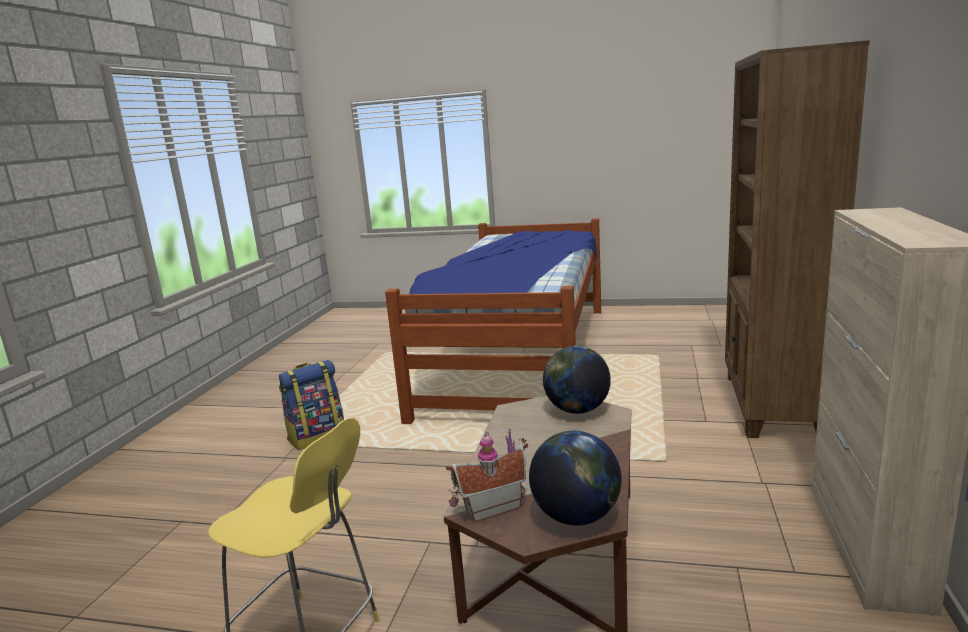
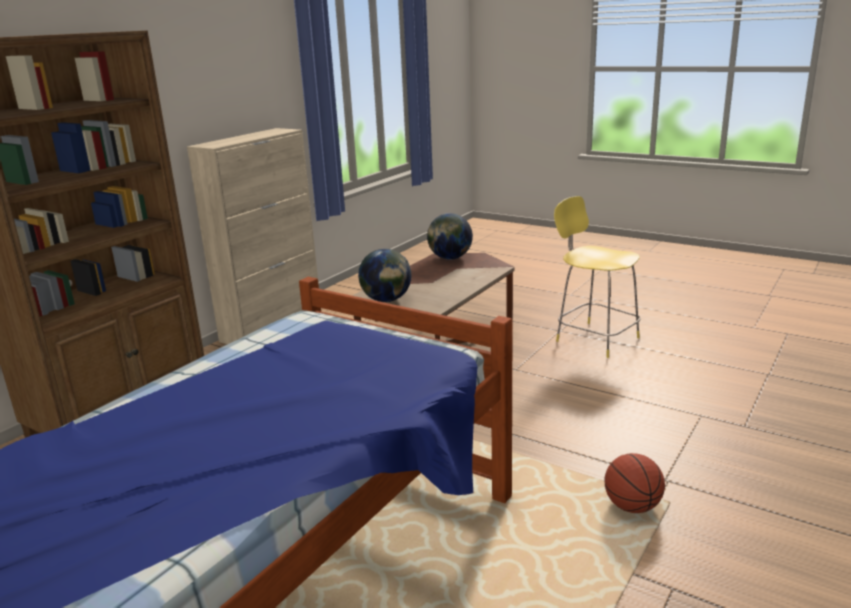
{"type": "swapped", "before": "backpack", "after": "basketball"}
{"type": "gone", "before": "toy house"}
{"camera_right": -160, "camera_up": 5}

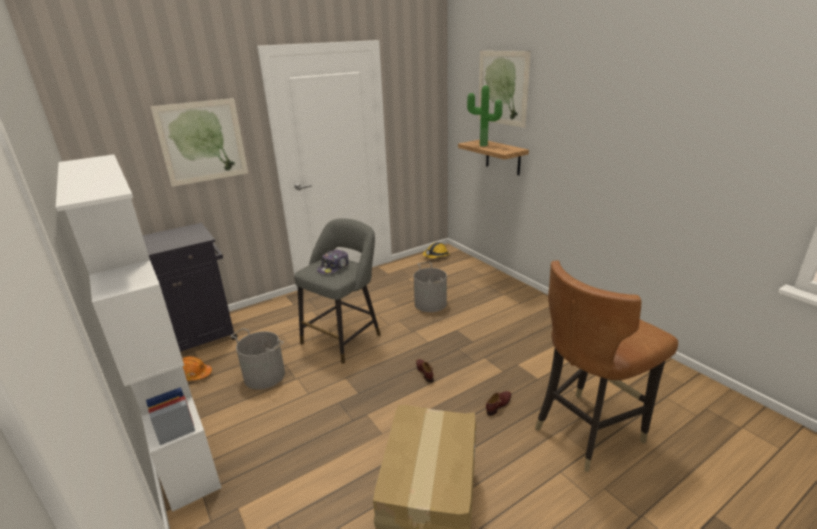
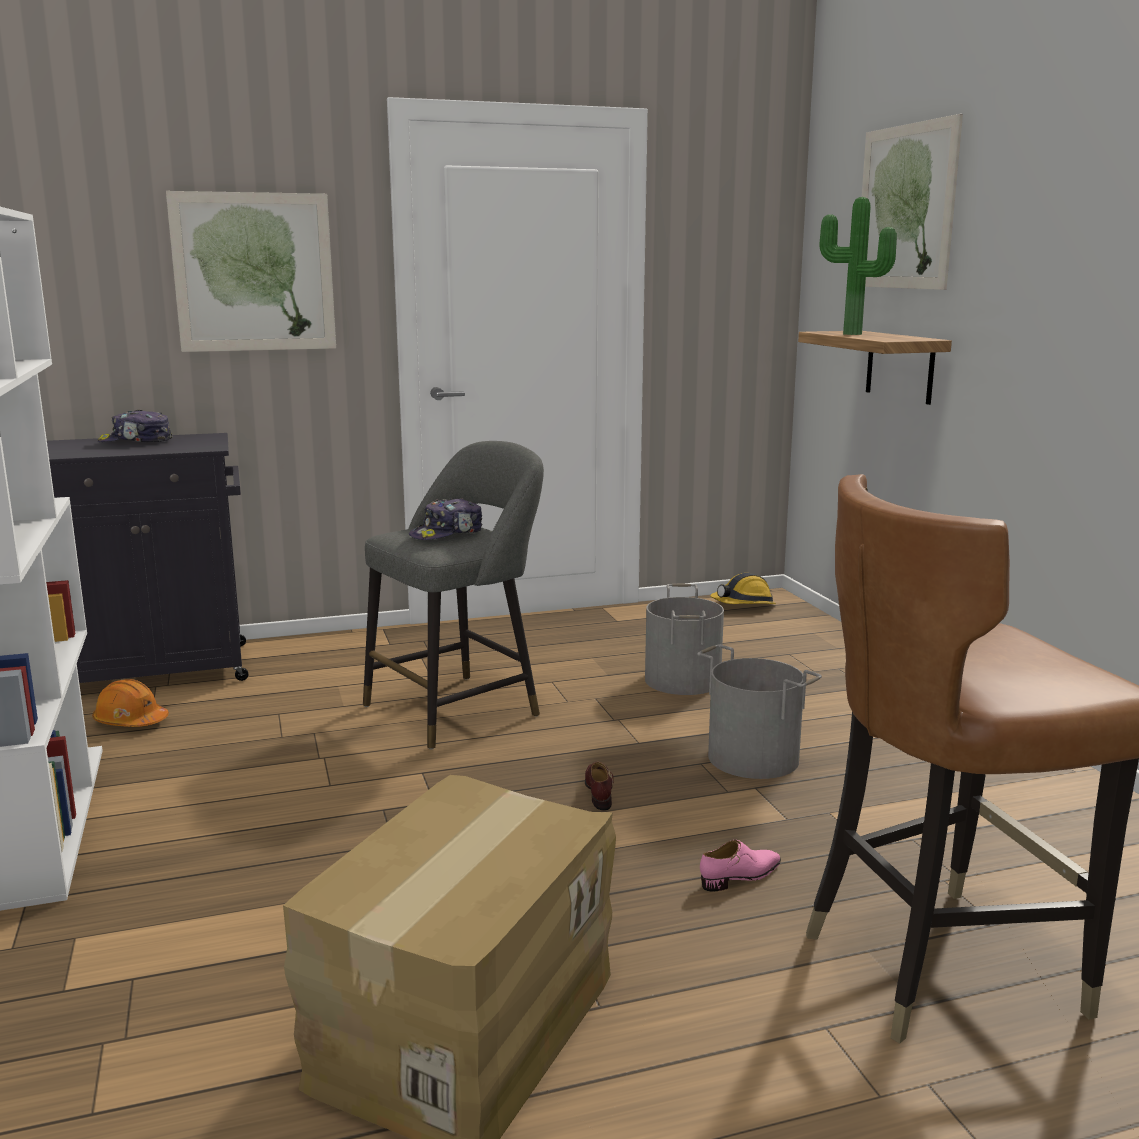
{"type": "new", "after": "cap (no. 1 from left)"}
{"type": "shifted", "before": "grey bucket (no. 1 from left in the first image)", "after": "grey bucket (no. 2 from left)"}
{"type": "repainted", "before": "brown shoe (no. 2 from left)", "after": "pink shoe"}
{"camera_right": 15, "camera_up": -10}

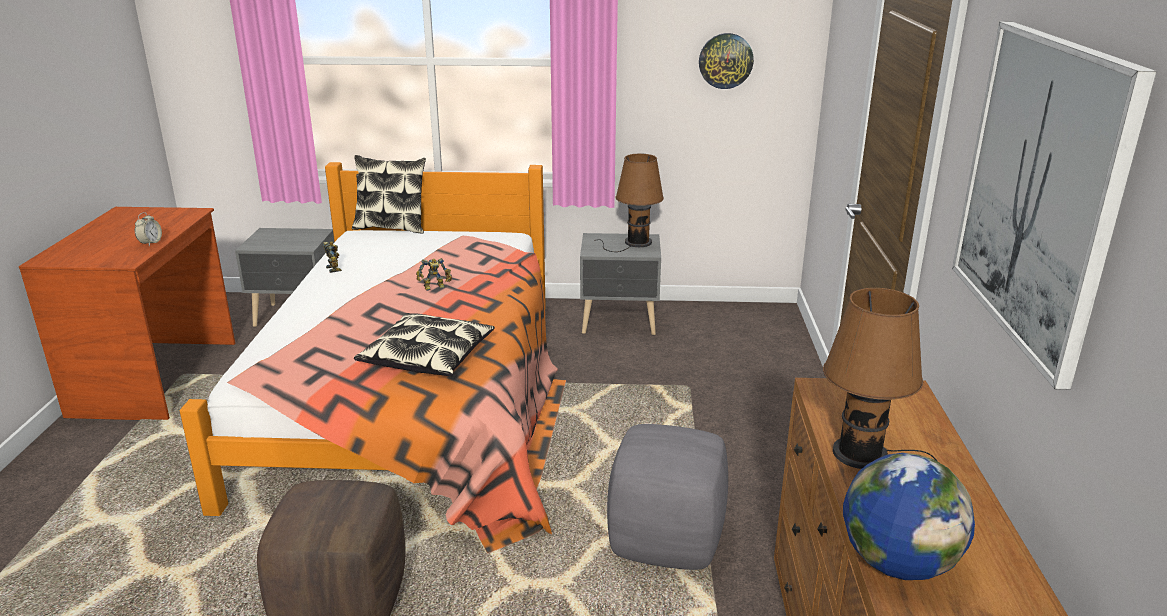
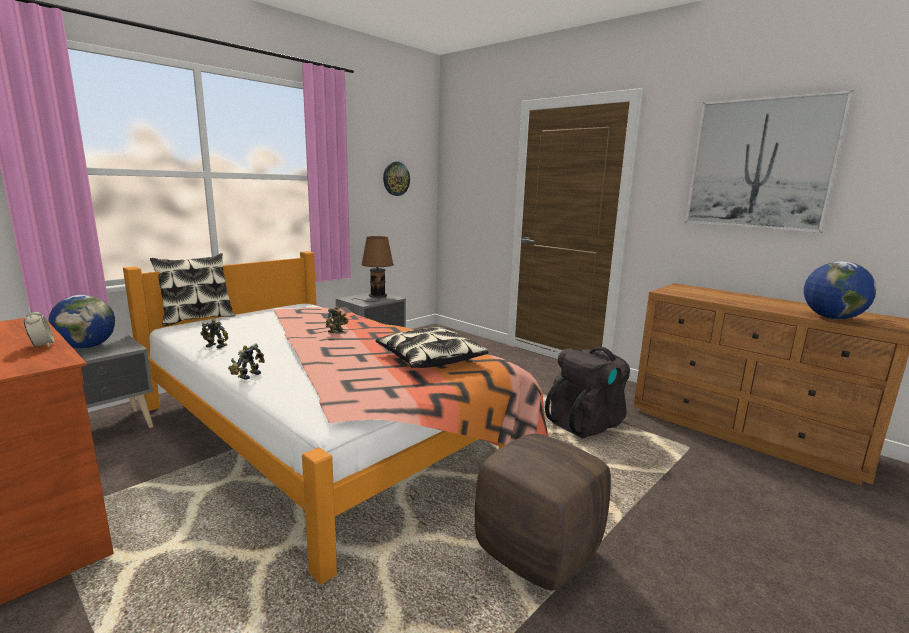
{"type": "new", "after": "globe (no. 1 from left)"}
{"type": "new", "after": "toy robot (no. 2 from left)"}
{"type": "swapped", "before": "grey ottoman", "after": "black backpack"}
{"type": "gone", "before": "brown table lamp (no. 2 from left)"}
{"camera_right": -50, "camera_up": -10}

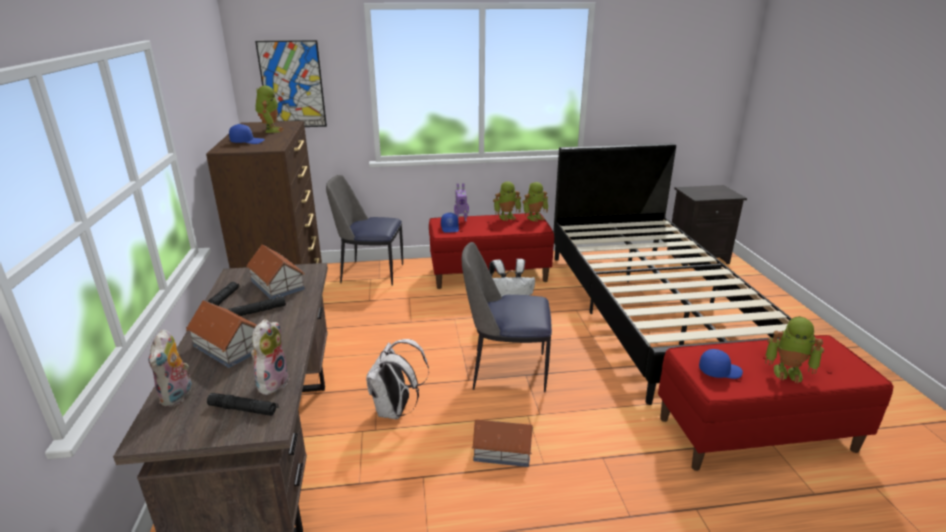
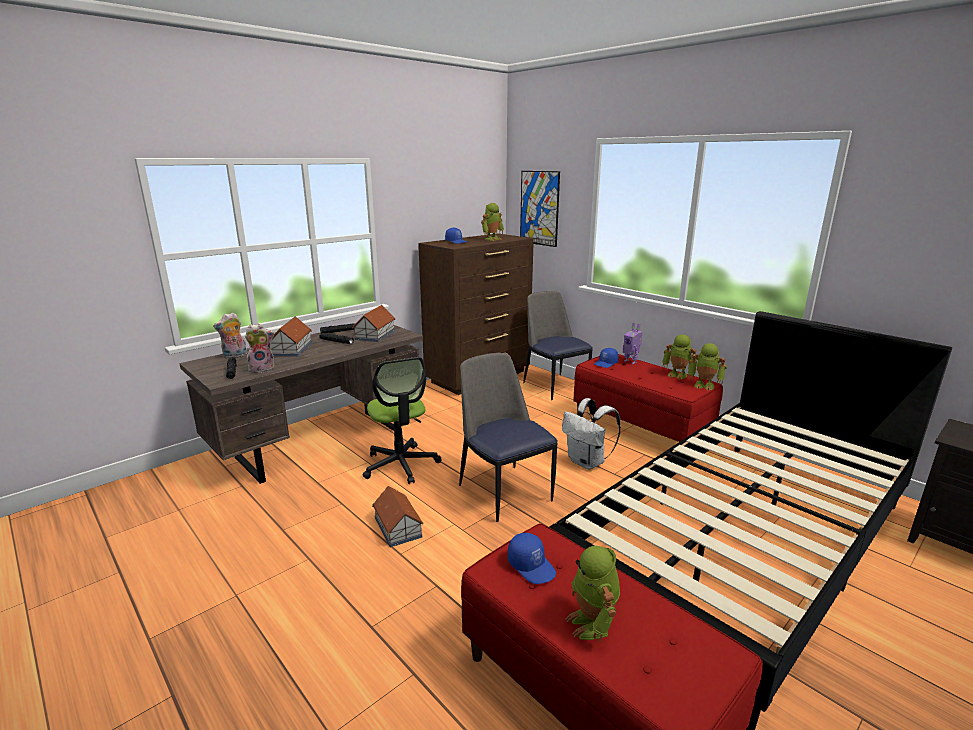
{"type": "swapped", "before": "white backpack (no. 1 from left)", "after": "office chair"}
{"camera_right": 55, "camera_up": -5}

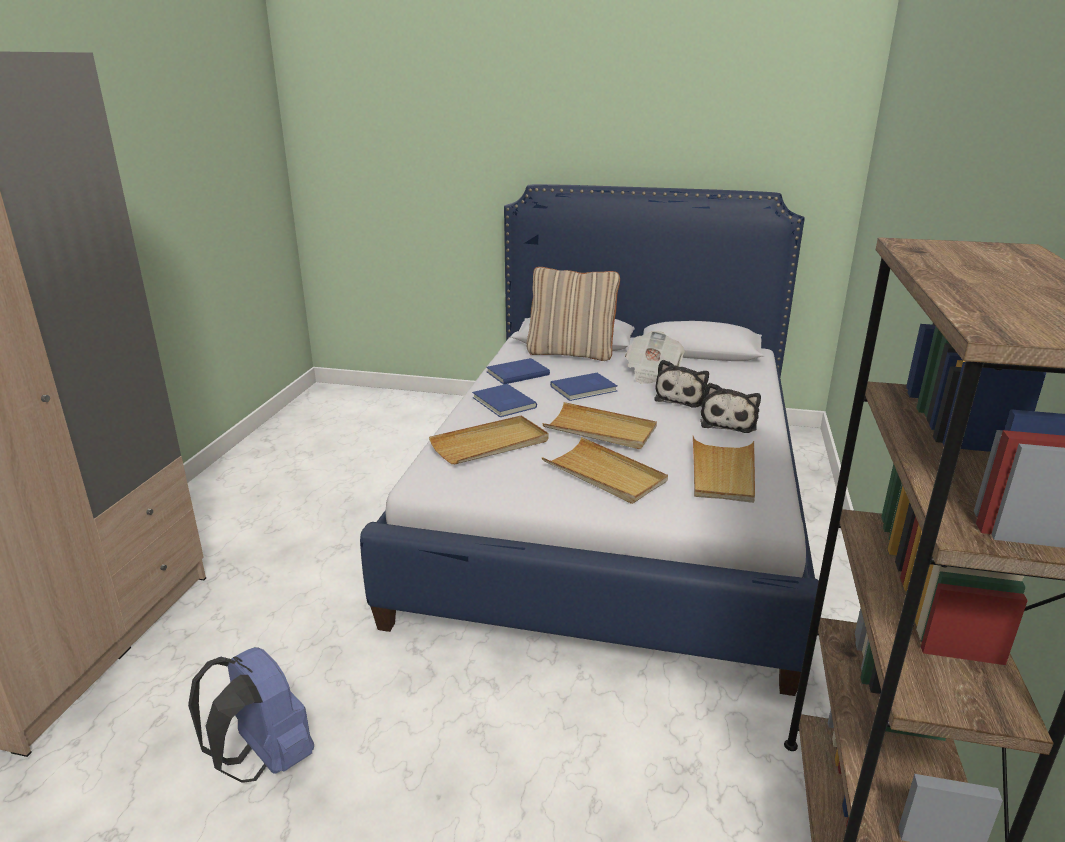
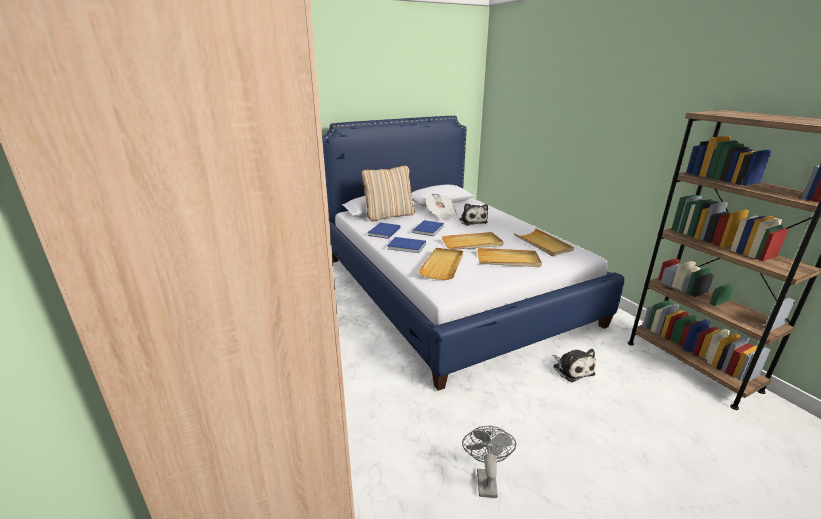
{"type": "swapped", "before": "blue backpack", "after": "grey fan"}
{"type": "shifted", "before": "plush toy (no. 2 from left)"}
{"camera_right": -40, "camera_up": 0}

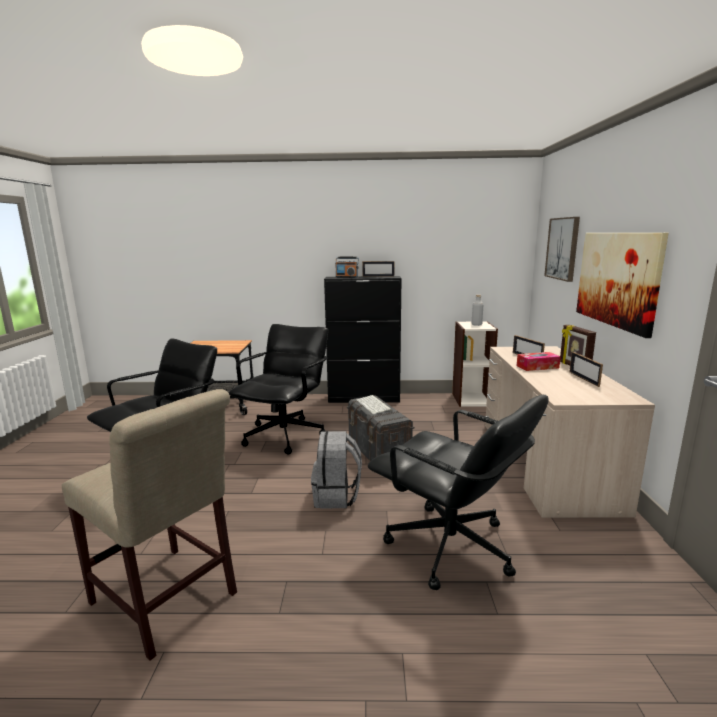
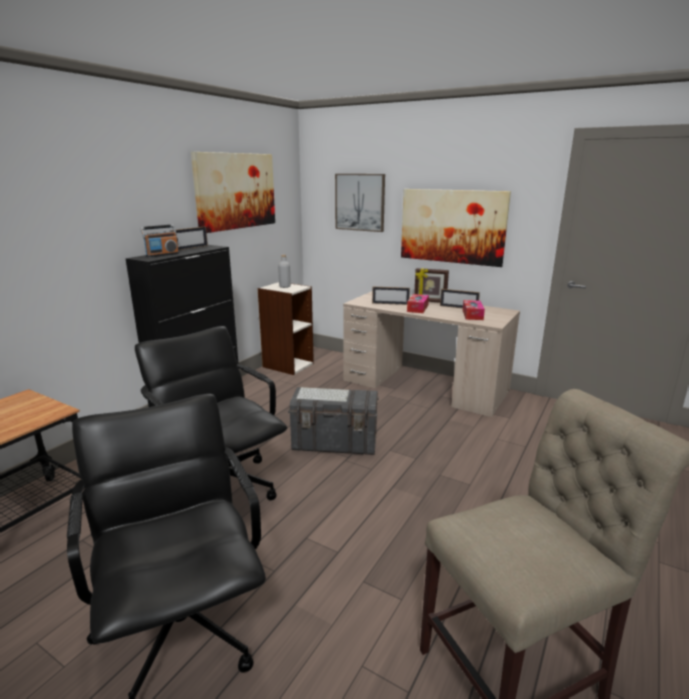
{"type": "new", "after": "picture (no. 1 from left)"}
{"type": "new", "after": "tissue box (no. 2 from left)"}
{"type": "gone", "before": "grey backpack"}
{"type": "gone", "before": "black office chair (no. 3 from left)"}
{"camera_right": -60, "camera_up": 5}

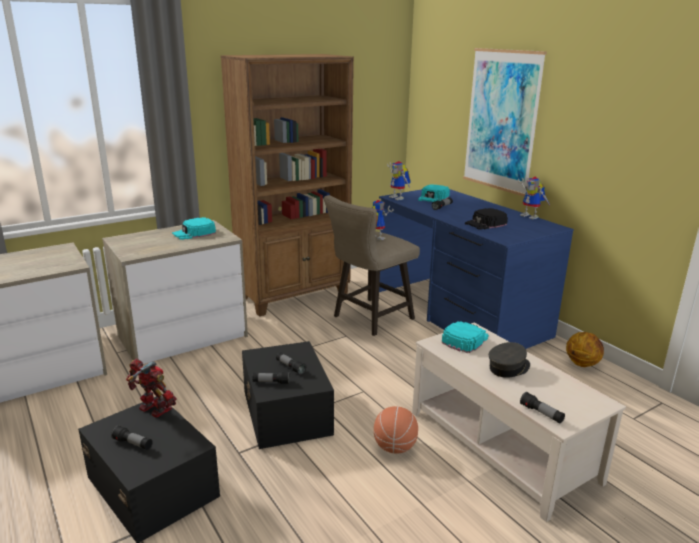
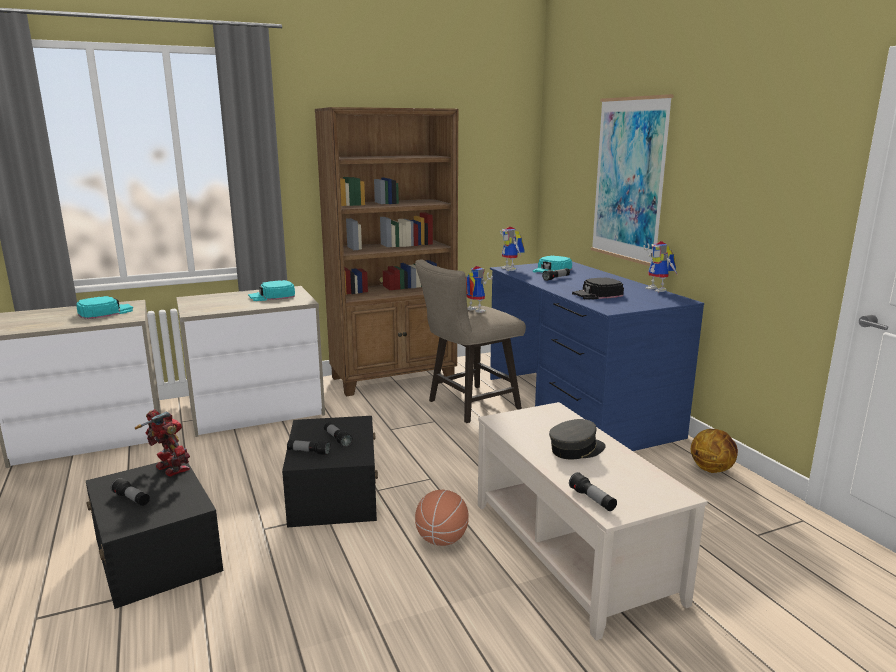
{"type": "shifted", "before": "turquoise cap (no. 3 from left in the first image)", "after": "turquoise cap (no. 1 from left)"}
{"camera_right": 10, "camera_up": -5}

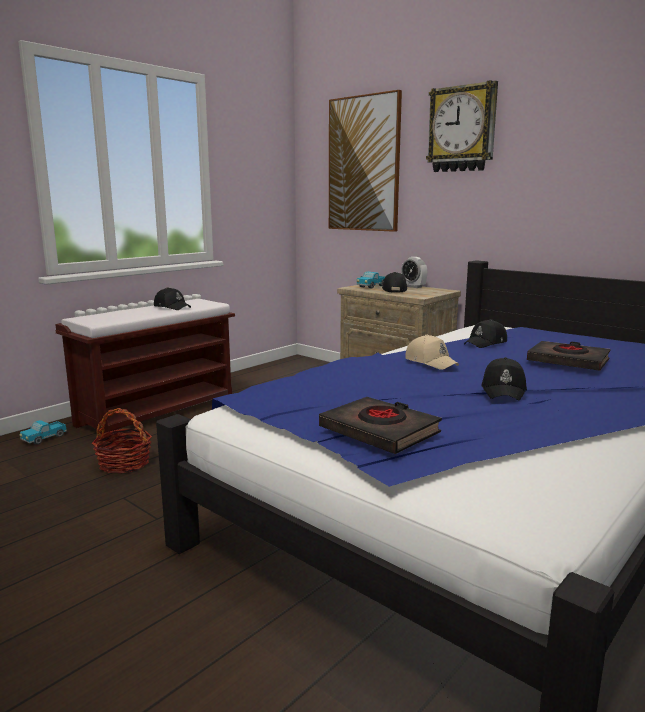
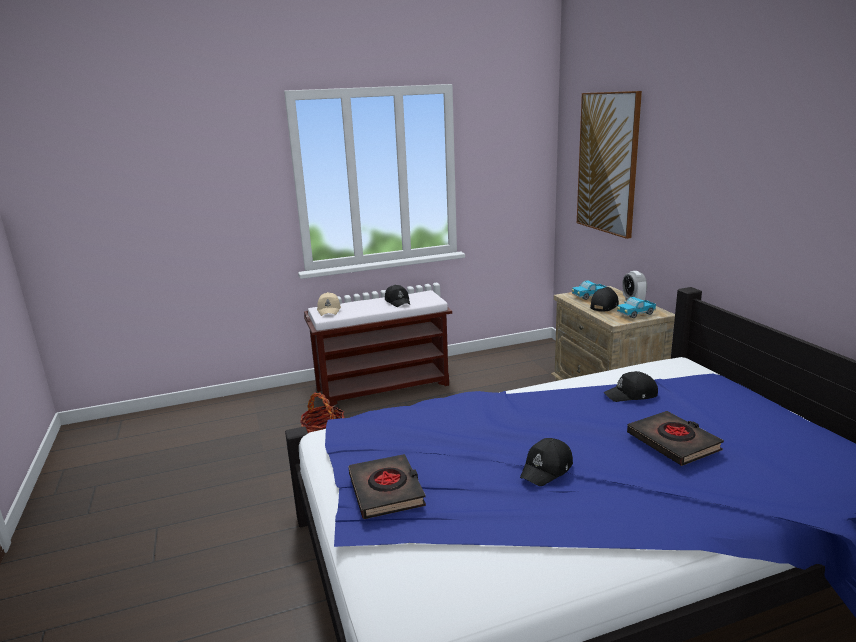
{"type": "shifted", "before": "beige cap"}
{"type": "shifted", "before": "toy truck (no. 1 from left in the first image)", "after": "toy truck (no. 2 from left)"}
{"type": "gone", "before": "wall clock"}
{"camera_right": 30, "camera_up": 5}

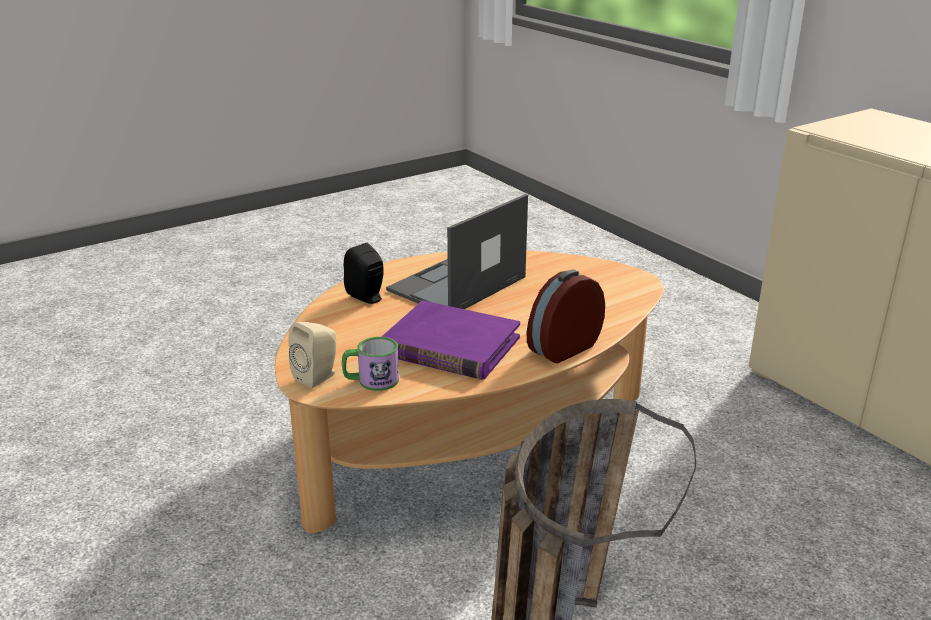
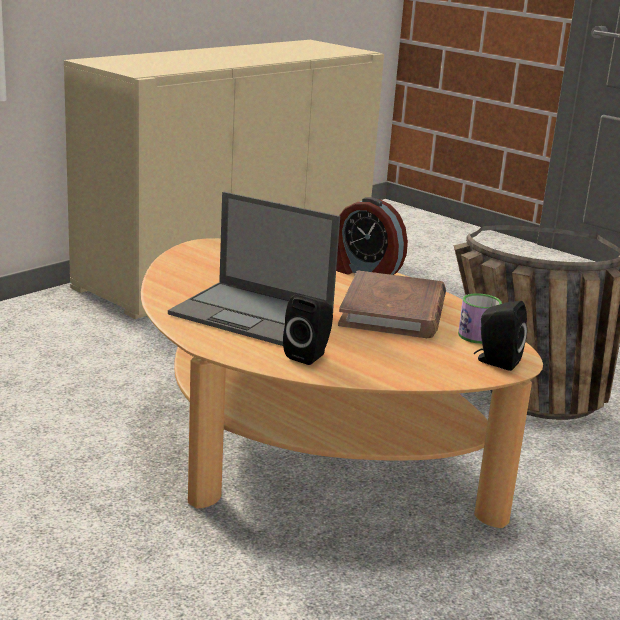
{"type": "repainted", "before": "purple book", "after": "brown book"}
{"type": "repainted", "before": "beige speaker", "after": "black speaker (no. 2 from left)"}
{"camera_right": -105, "camera_up": -5}

